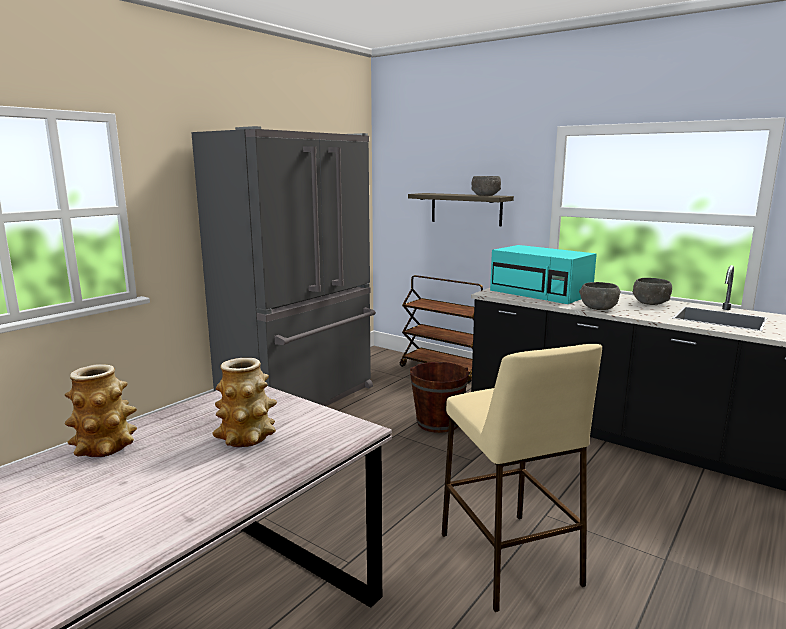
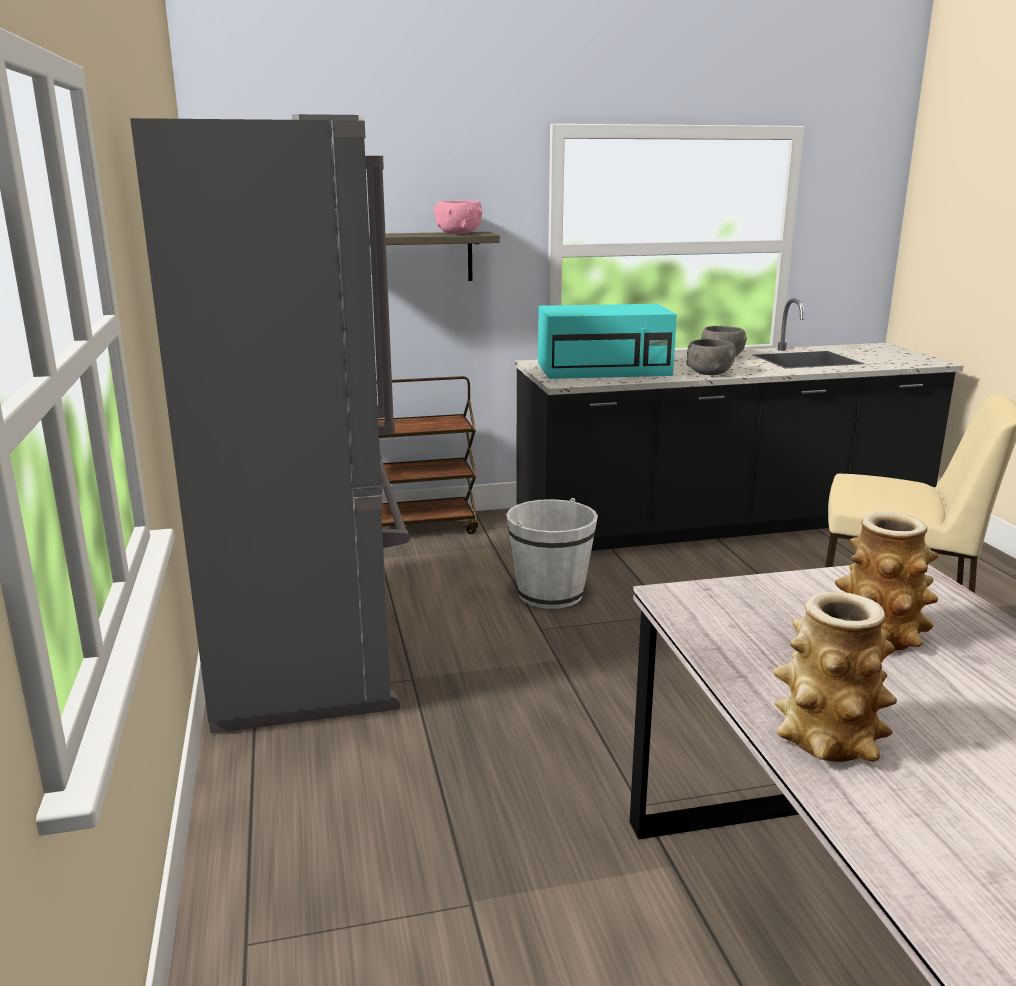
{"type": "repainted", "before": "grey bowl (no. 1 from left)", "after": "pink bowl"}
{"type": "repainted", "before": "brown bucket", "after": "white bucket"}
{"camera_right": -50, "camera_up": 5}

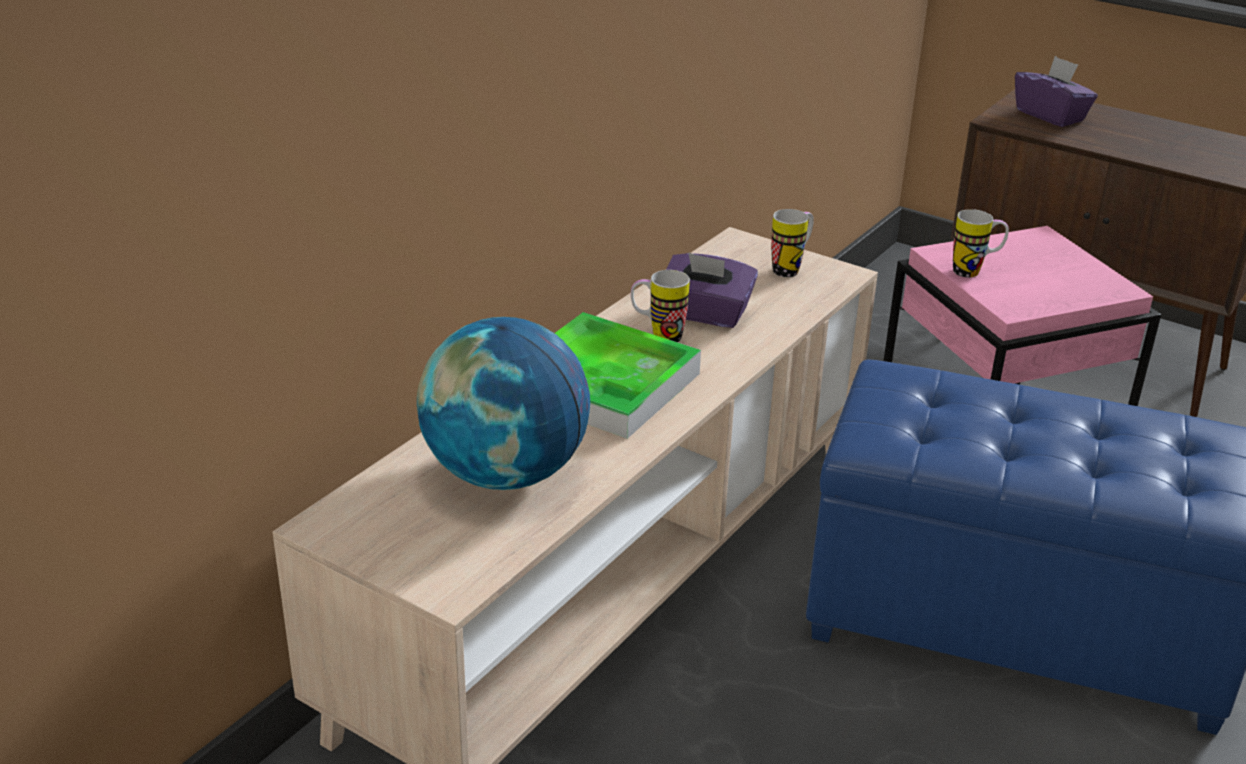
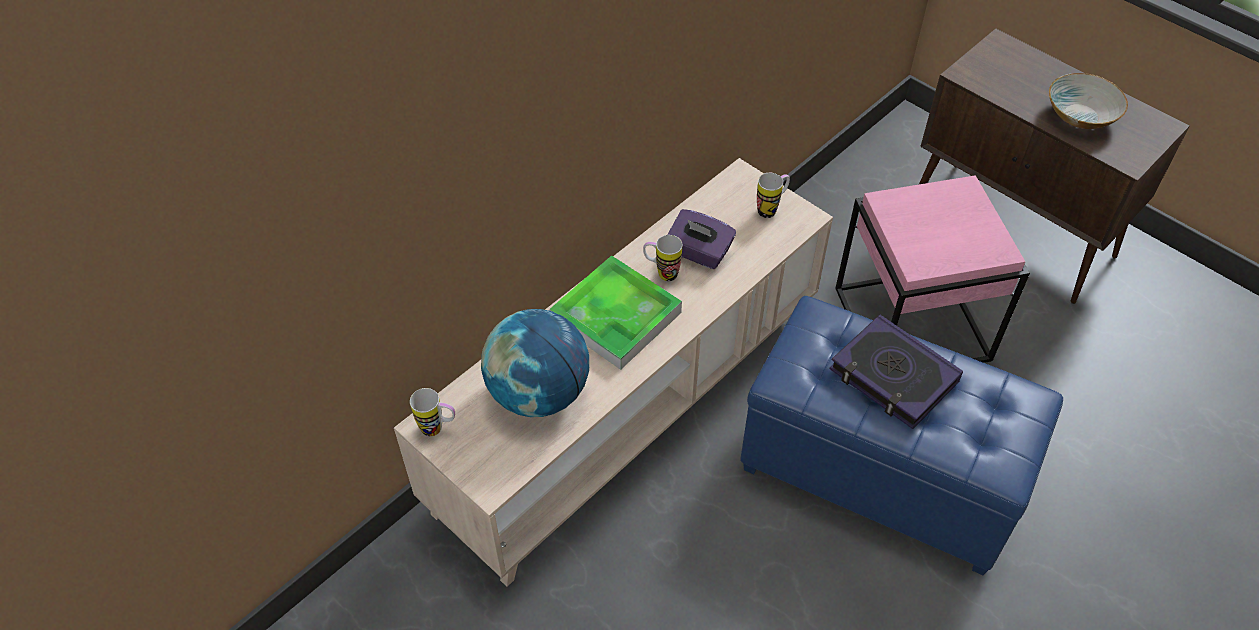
{"type": "shifted", "before": "mug (no. 3 from left in the first image)", "after": "mug (no. 1 from left)"}
{"type": "new", "after": "book"}
{"type": "new", "after": "bowl"}
{"type": "gone", "before": "purple tissue box (no. 2 from left)"}
{"camera_right": 10, "camera_up": 20}

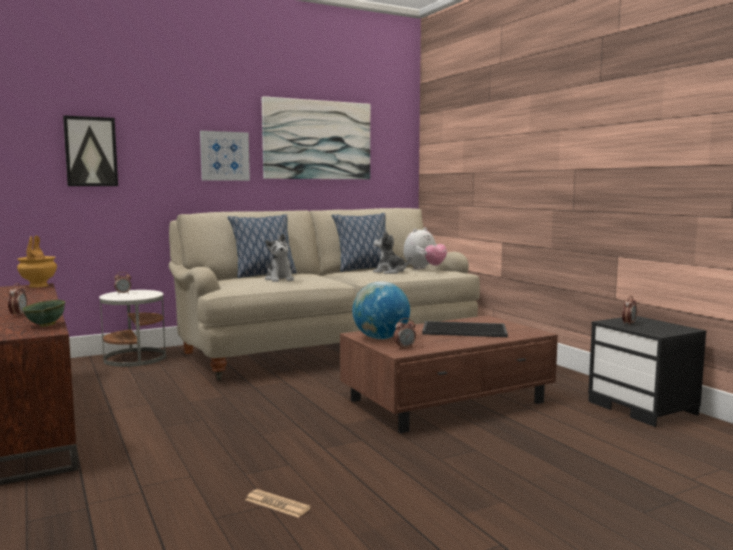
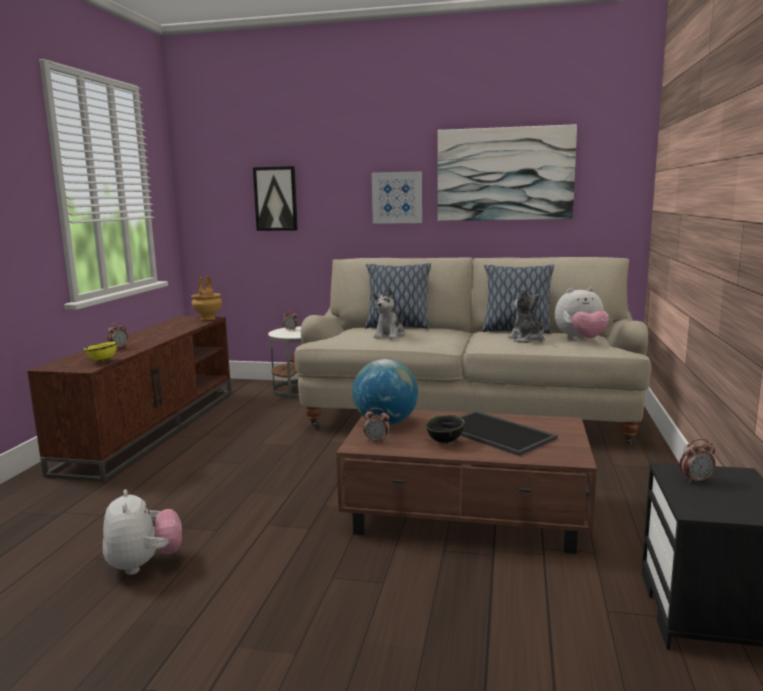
{"type": "repainted", "before": "green bowl", "after": "yellow bowl"}
{"type": "swapped", "before": "newspaper", "after": "plush toy (no. 1 from left)"}
{"type": "new", "after": "black bowl"}
{"camera_right": 40, "camera_up": 5}

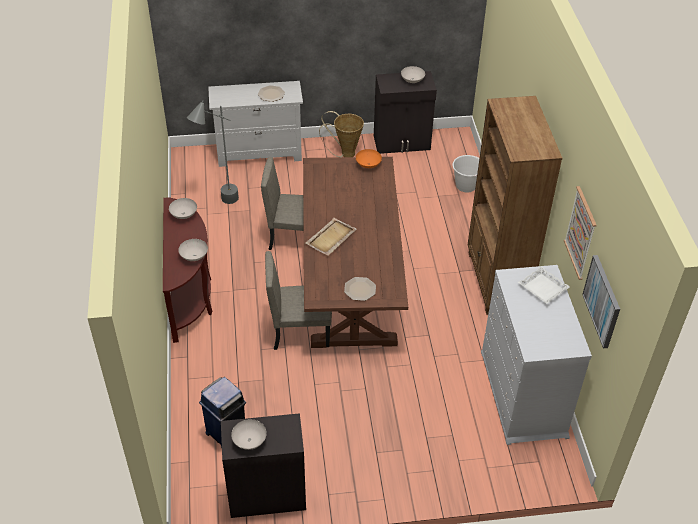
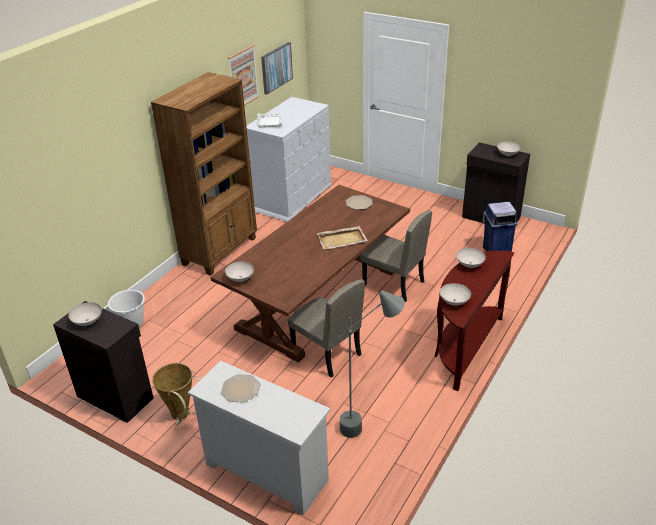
{"type": "repainted", "before": "orange bowl", "after": "white bowl (no. 2 from left)"}
{"camera_right": -140, "camera_up": -10}

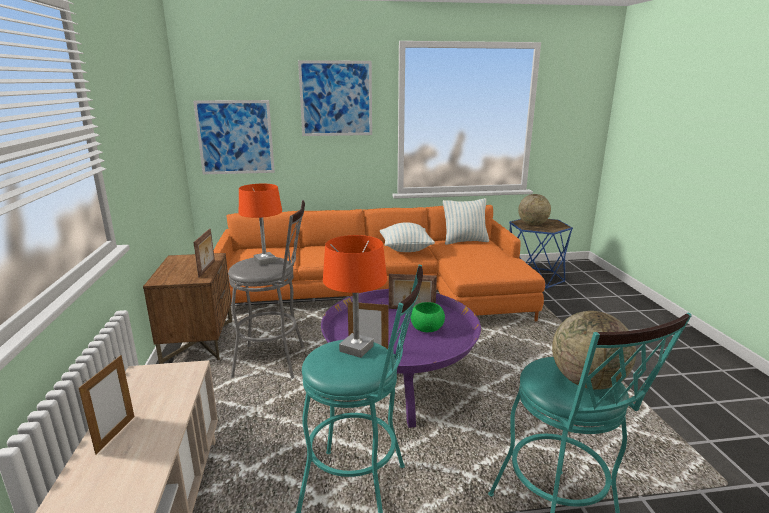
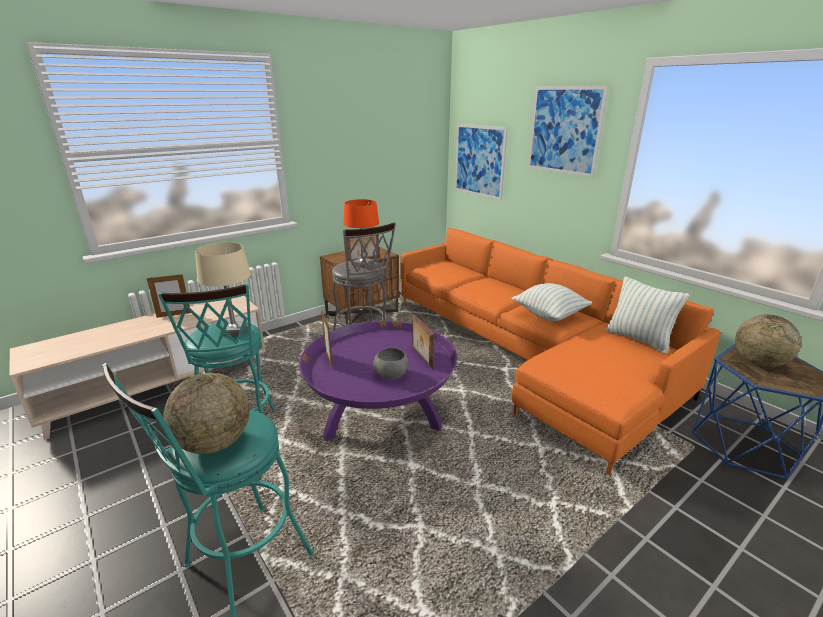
{"type": "repainted", "before": "orange table lamp (no. 2 from left)", "after": "beige table lamp"}
{"type": "repainted", "before": "green bowl", "after": "grey bowl"}
{"camera_right": 60, "camera_up": 5}

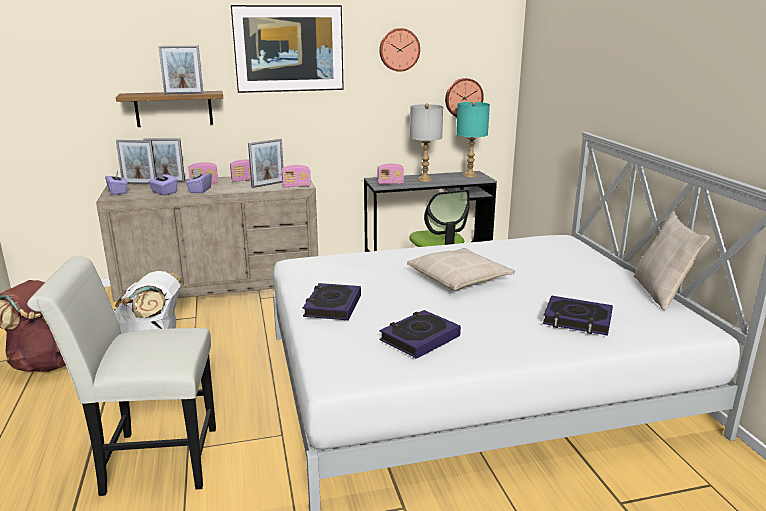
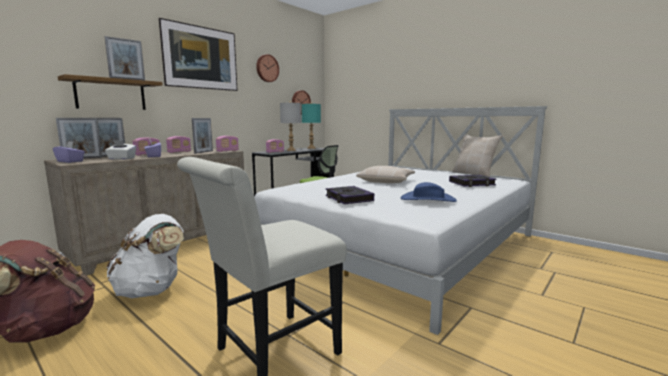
{"type": "repainted", "before": "purple tissue box (no. 2 from left)", "after": "white tissue box"}
{"type": "swapped", "before": "book (no. 2 from left)", "after": "blue hat"}
{"camera_right": -35, "camera_up": -10}

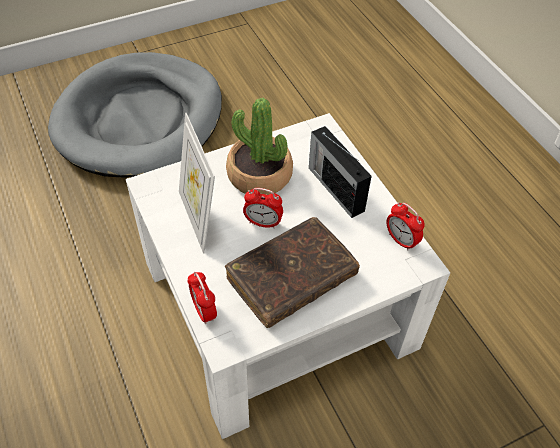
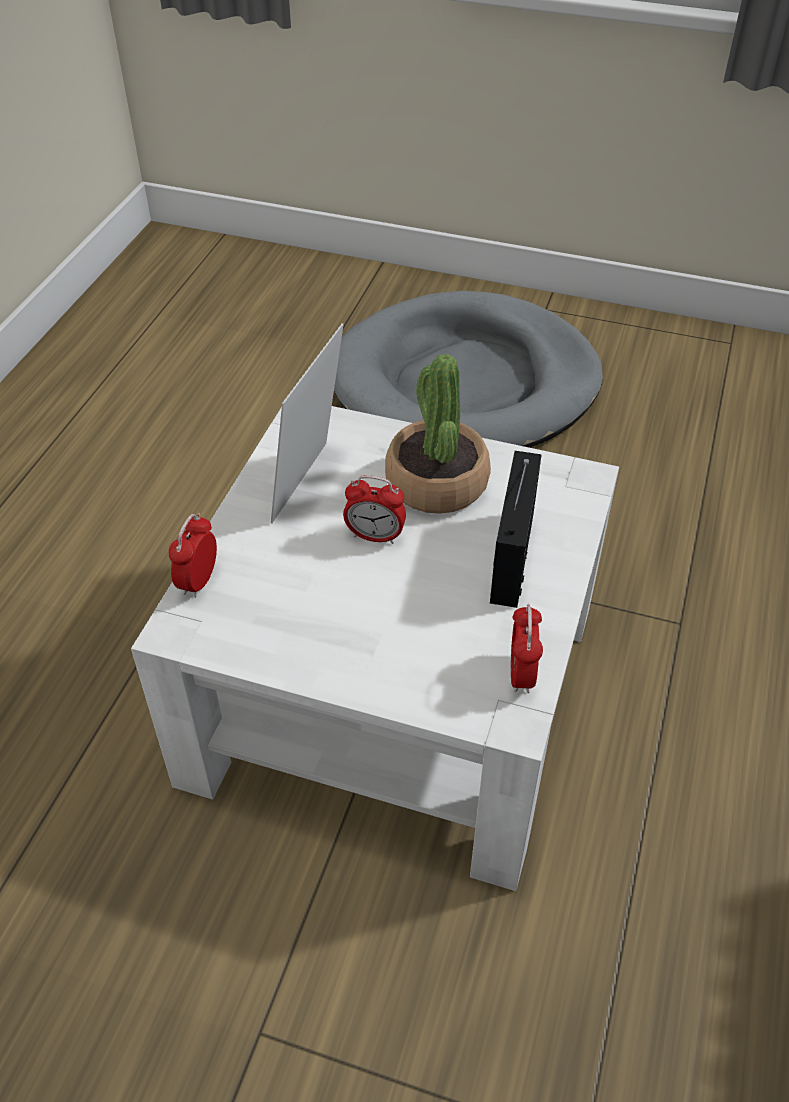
{"type": "rotated", "before": "alarm clock (no. 2 from left)", "turn": -45}
{"type": "gone", "before": "brown book"}
{"camera_right": 45, "camera_up": -5}

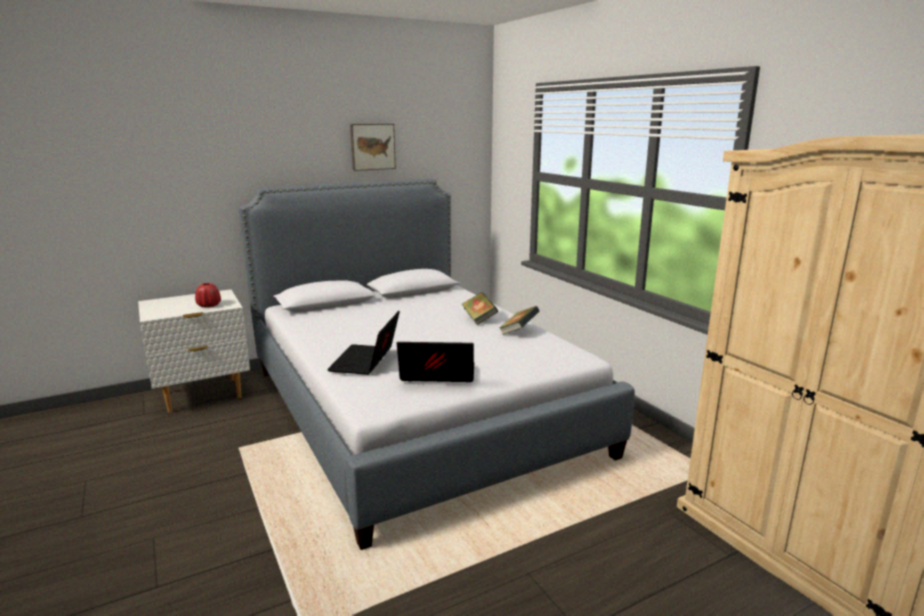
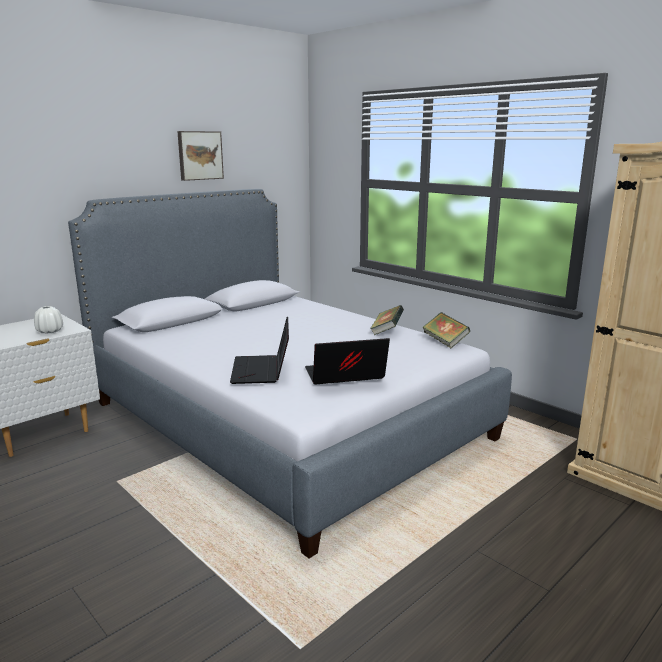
{"type": "repainted", "before": "red vase", "after": "white vase"}
{"type": "shifted", "before": "book (no. 1 from left in the first image)", "after": "book (no. 2 from left)"}
{"camera_right": -15, "camera_up": 0}

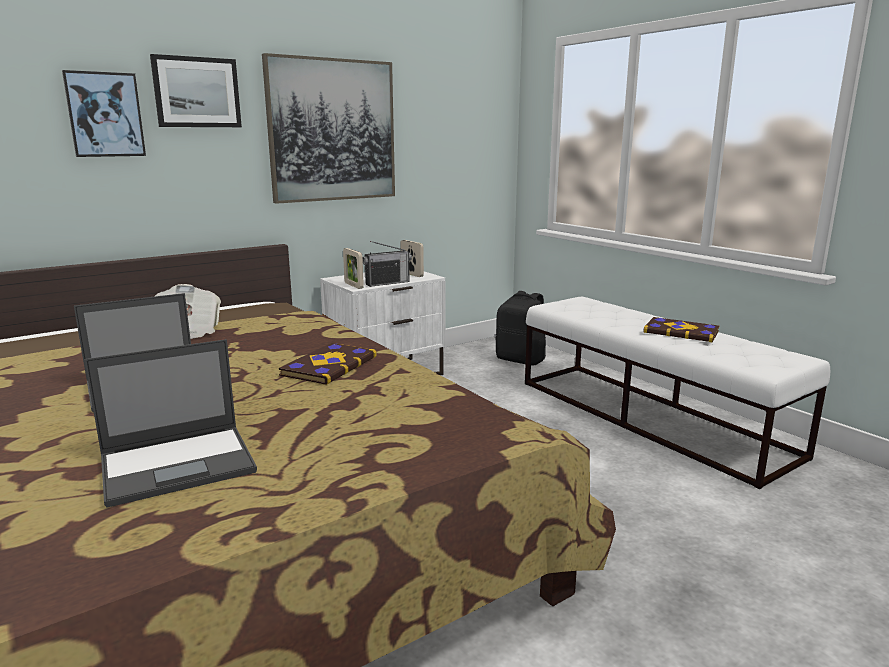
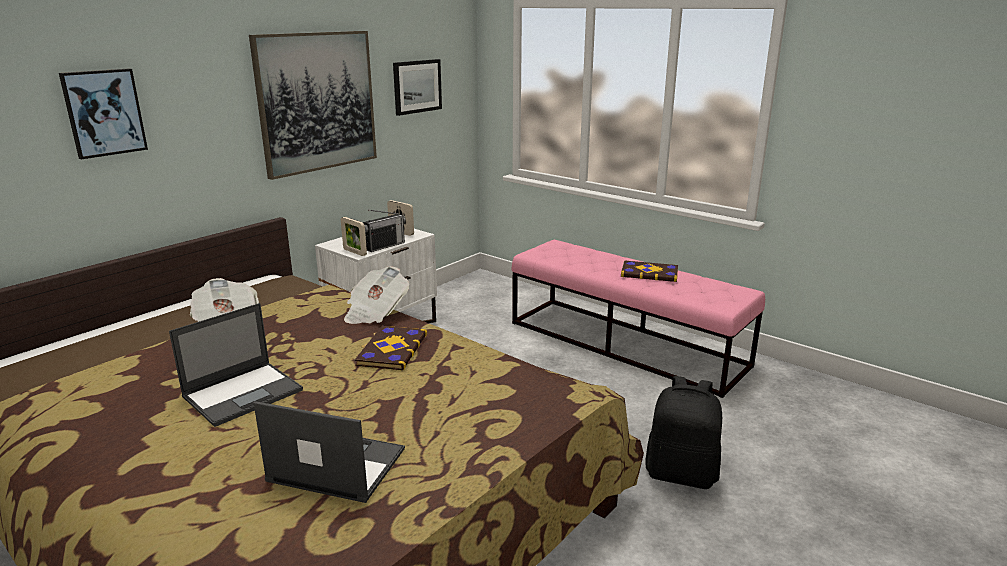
{"type": "rotated", "before": "laptop (no. 2 from left)", "turn": -120}
{"type": "new", "after": "newspaper (no. 2 from left)"}
{"type": "shifted", "before": "picture (no. 2 from left in the first image)", "after": "picture (no. 3 from left)"}
{"type": "repainted", "before": "white bench", "after": "pink bench"}
{"type": "shifted", "before": "black backpack"}
{"camera_right": -15, "camera_up": 5}

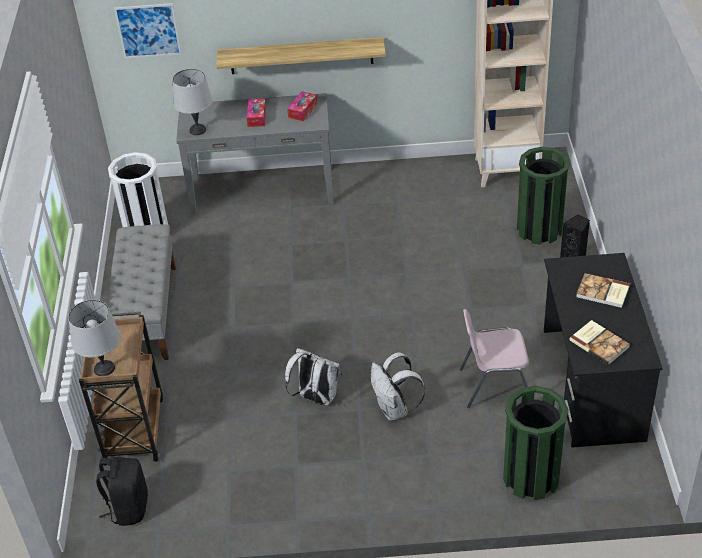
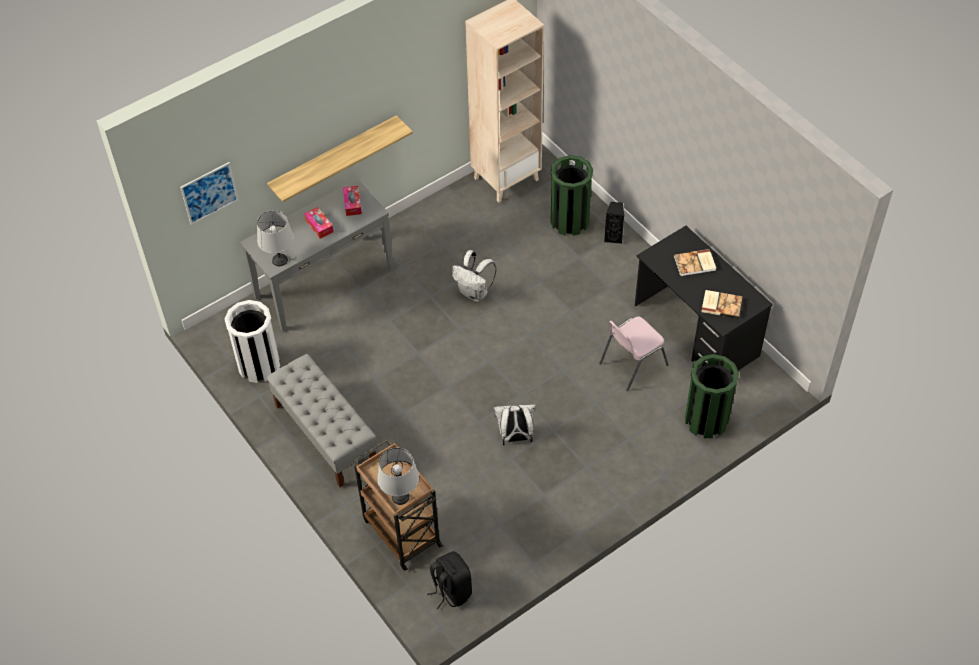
{"type": "shifted", "before": "white backpack (no. 2 from left in the first image)", "after": "white backpack (no. 1 from left)"}
{"camera_right": -35, "camera_up": 10}

